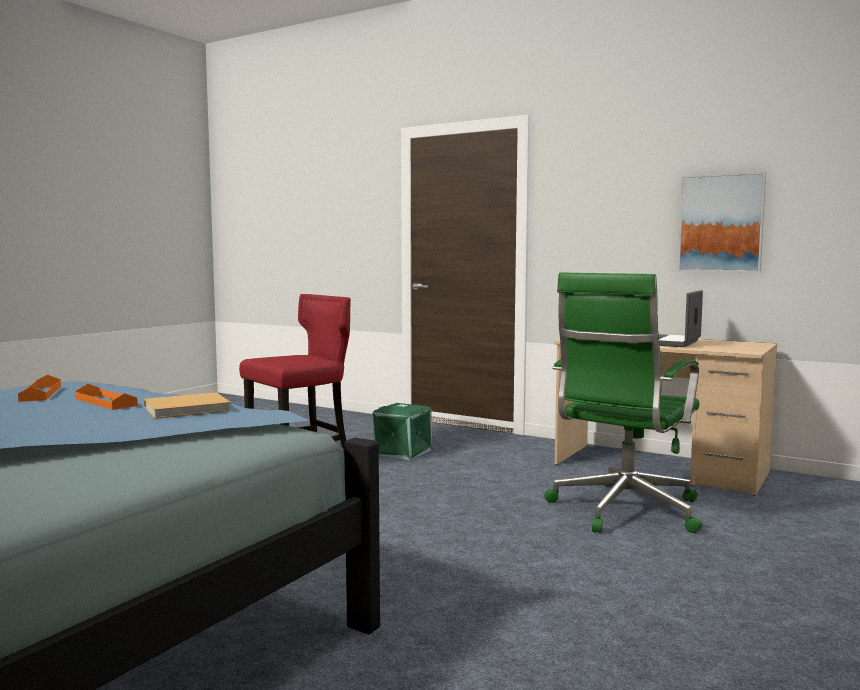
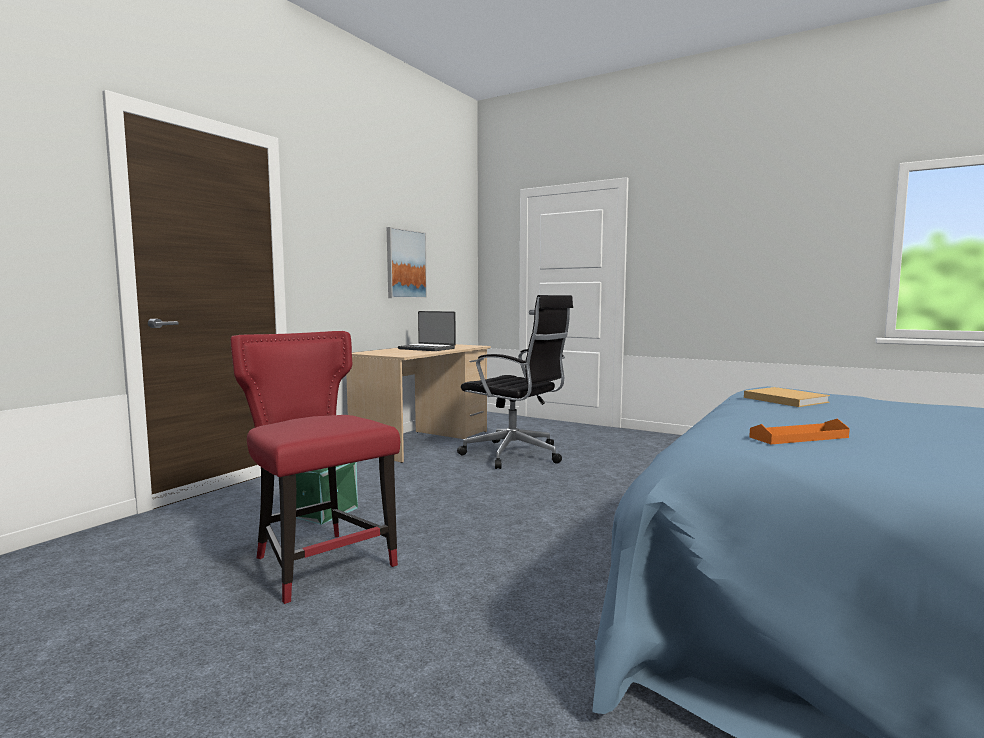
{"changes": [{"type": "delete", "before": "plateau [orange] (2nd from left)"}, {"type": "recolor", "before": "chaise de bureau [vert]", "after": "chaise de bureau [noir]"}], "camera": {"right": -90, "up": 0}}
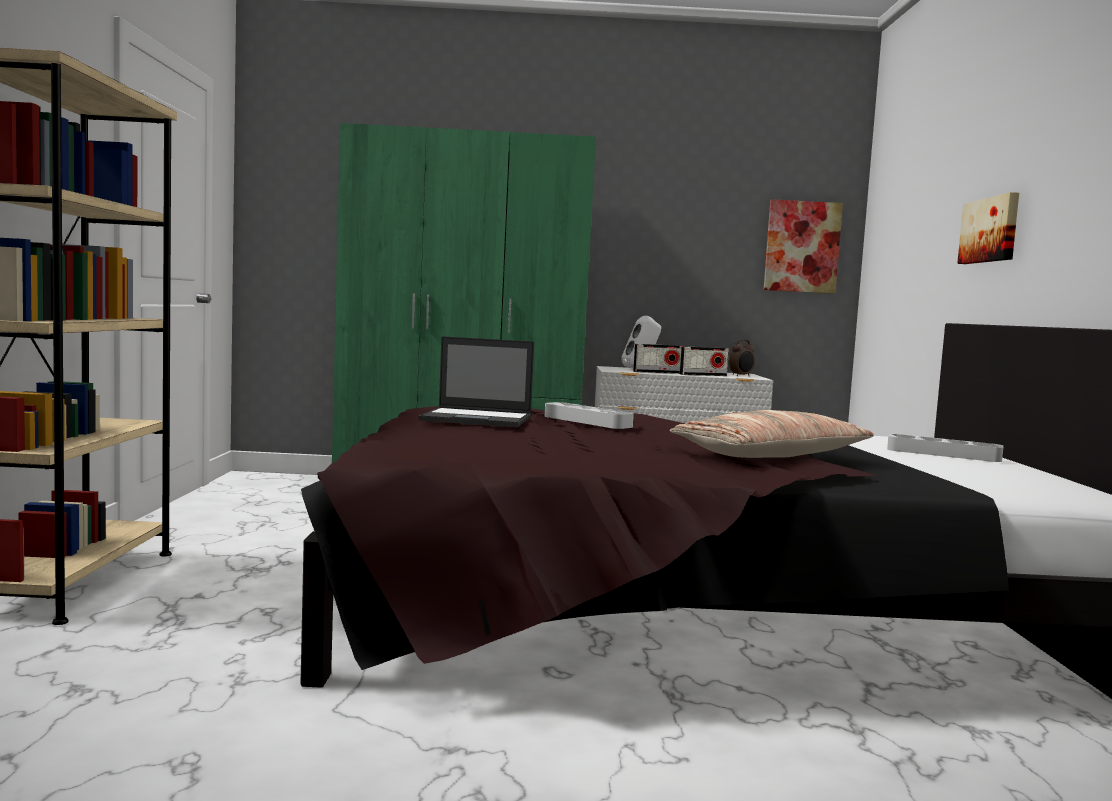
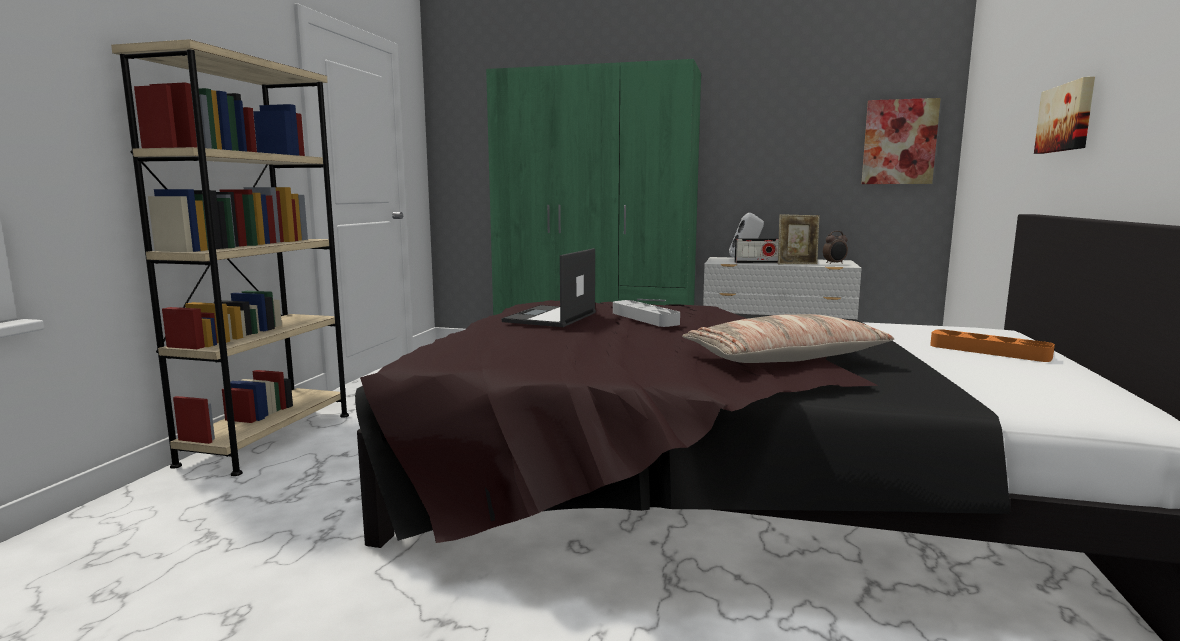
{"changes": [{"type": "rotate", "before": "ordinateur portable", "turn": 90}, {"type": "replace", "before": "radio (2nd from left)", "after": "cadre photo"}, {"type": "recolor", "before": "plateau [gris] (2nd from left)", "after": "plateau [orange]"}], "camera": {"right": 15, "up": 5}}
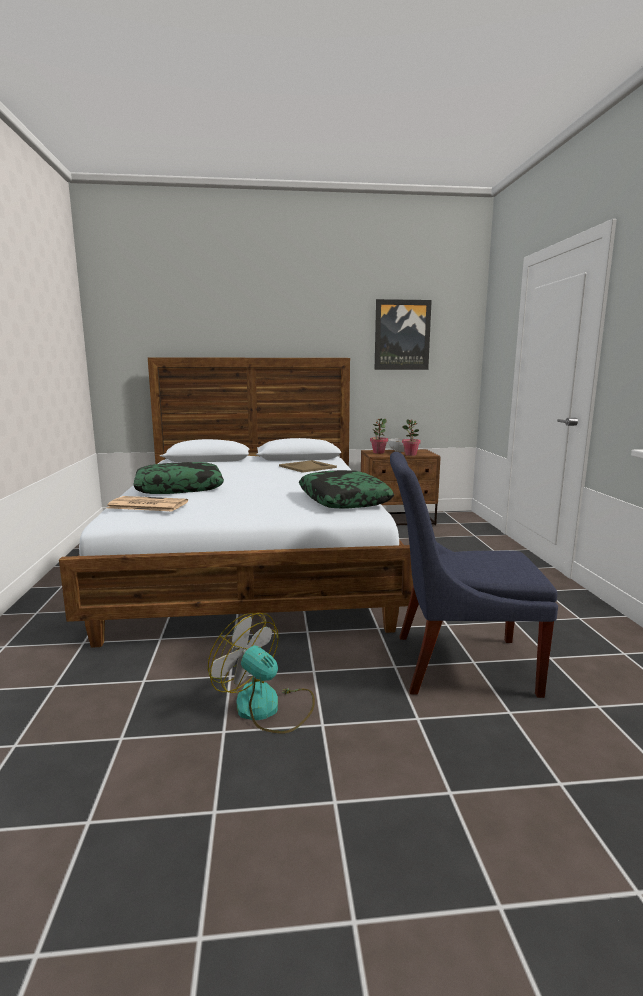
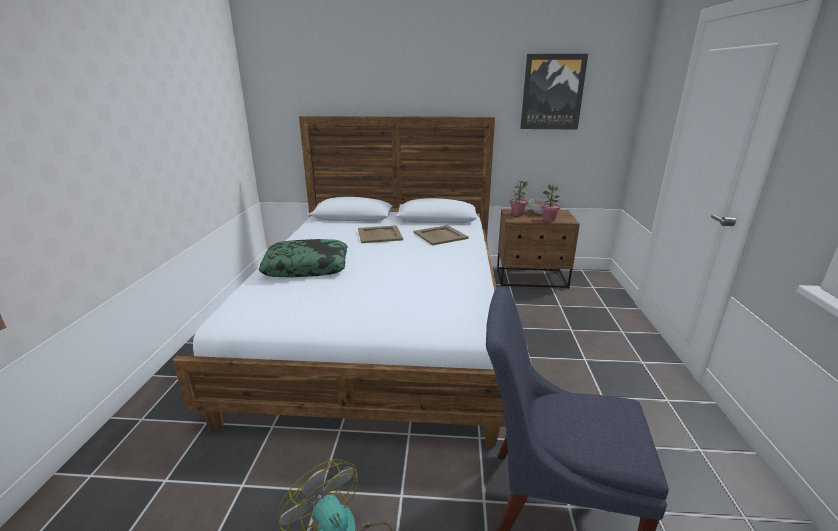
{"changes": [{"type": "delete", "before": "journal"}, {"type": "delete", "before": "coussin (2nd from left)"}, {"type": "insert", "after": "plateau [beige] (1st from left)"}], "camera": {"right": 10, "up": 10}}
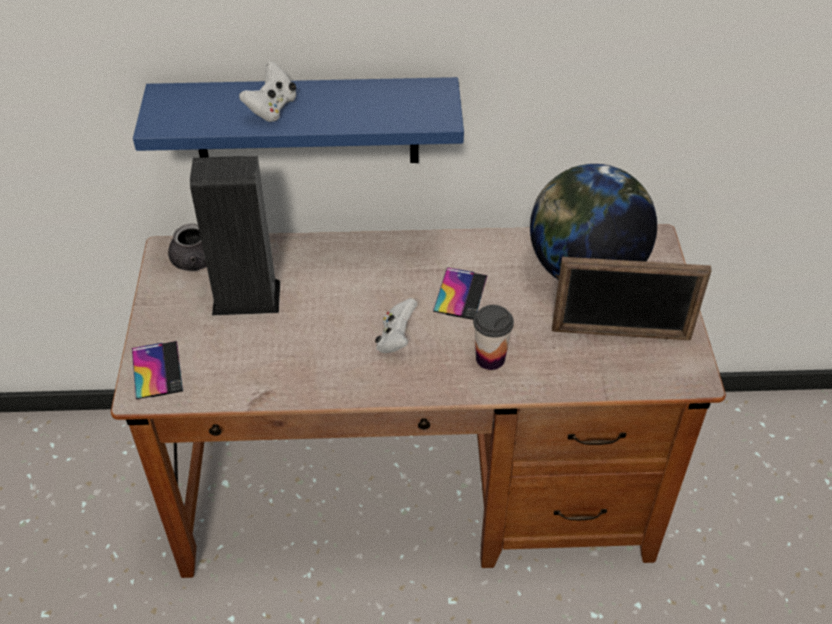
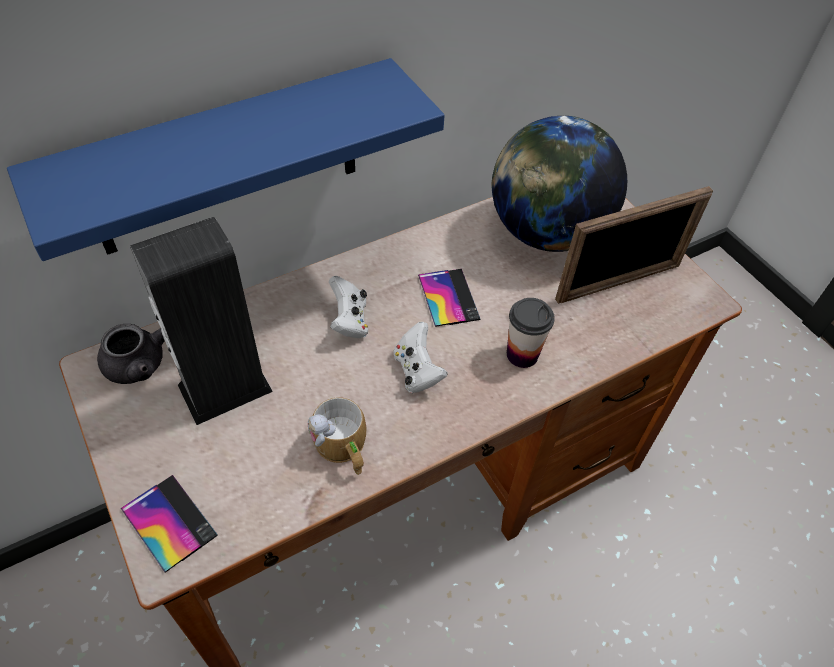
{"changes": [{"type": "move", "before": "manette [blanc] (1st from left)"}, {"type": "insert", "after": "mug"}], "camera": {"right": -30, "up": 5}}
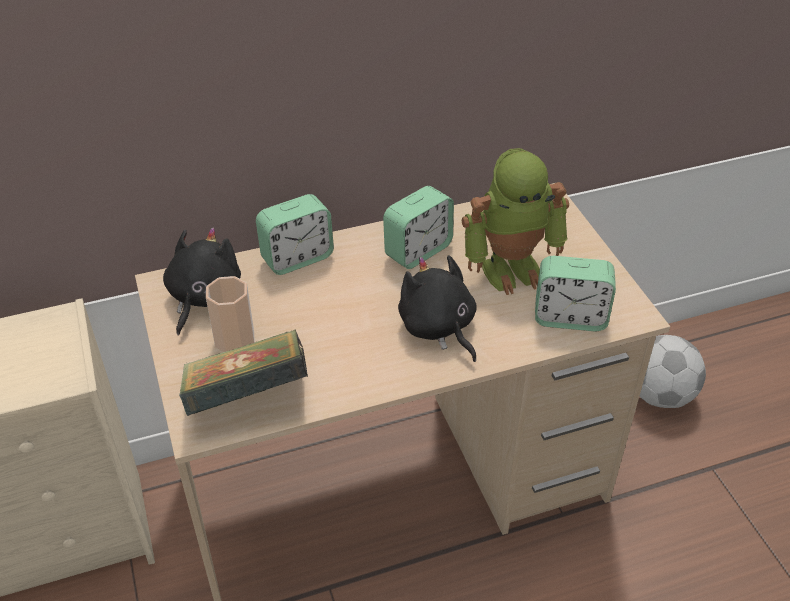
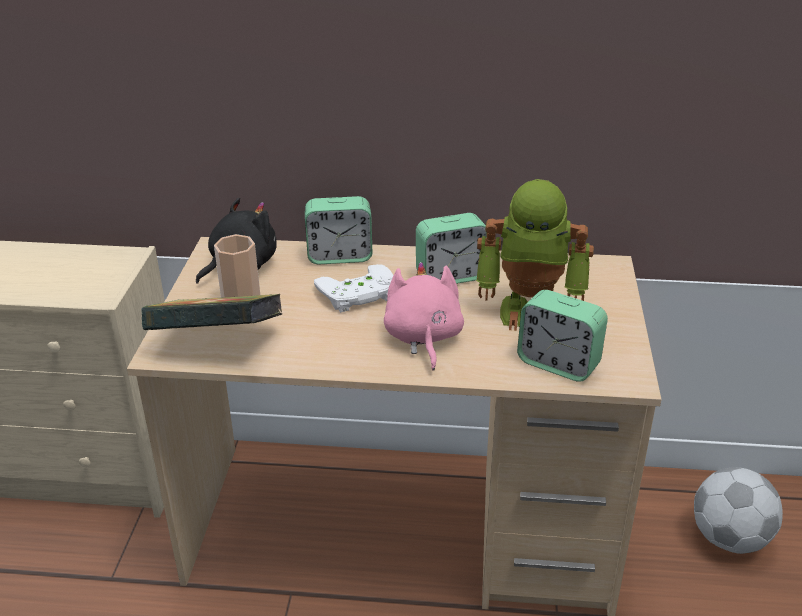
{"changes": [{"type": "recolor", "before": "peluche [noir] (2nd from left)", "after": "peluche [rose]"}, {"type": "insert", "after": "manette [blanc]"}], "camera": {"right": 25, "up": -10}}
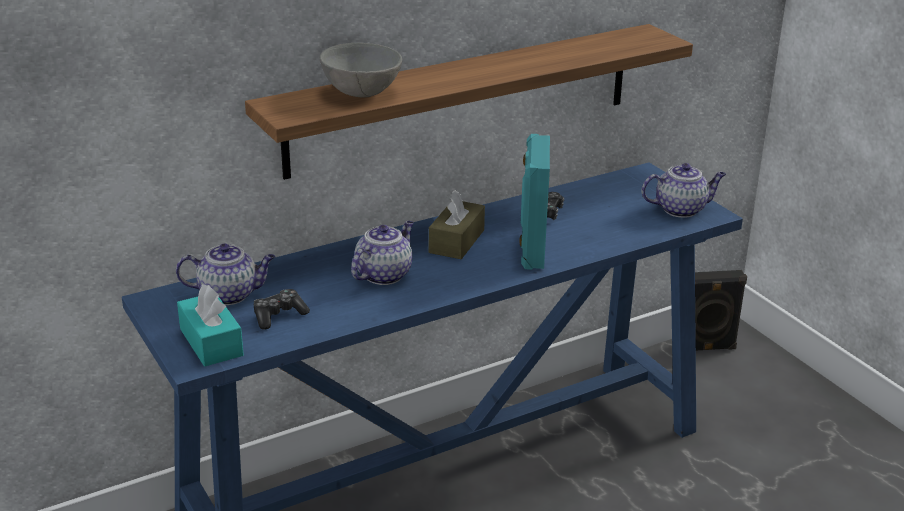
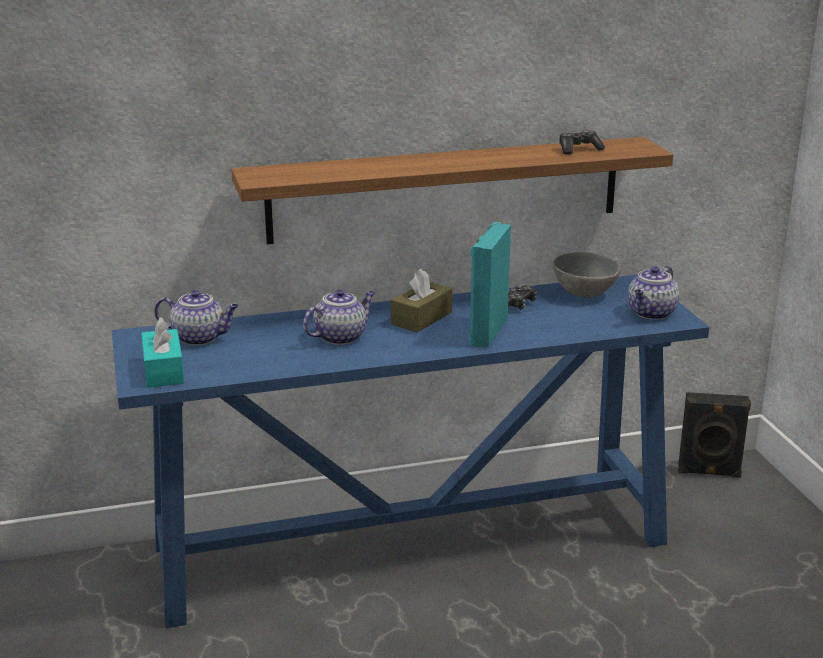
{"changes": [{"type": "move", "before": "manette (1st from left in the first image)", "after": "manette (2nd from left)"}, {"type": "move", "before": "bol [gris]"}, {"type": "rotate", "before": "théière (3rd from left)", "turn": 120}], "camera": {"right": 15, "up": -5}}
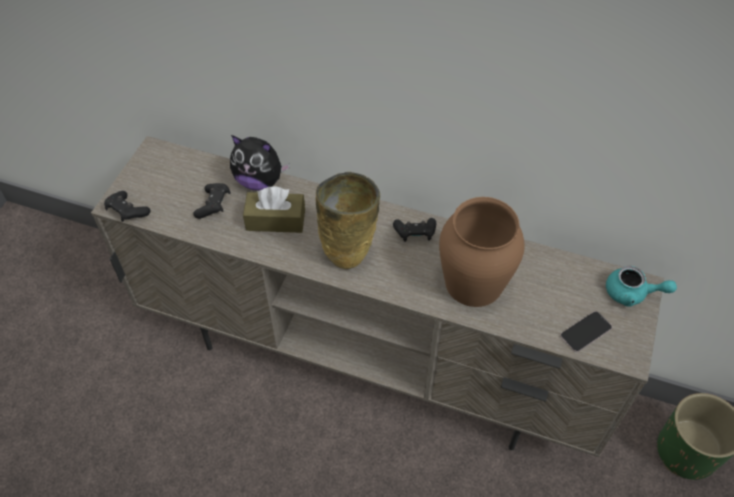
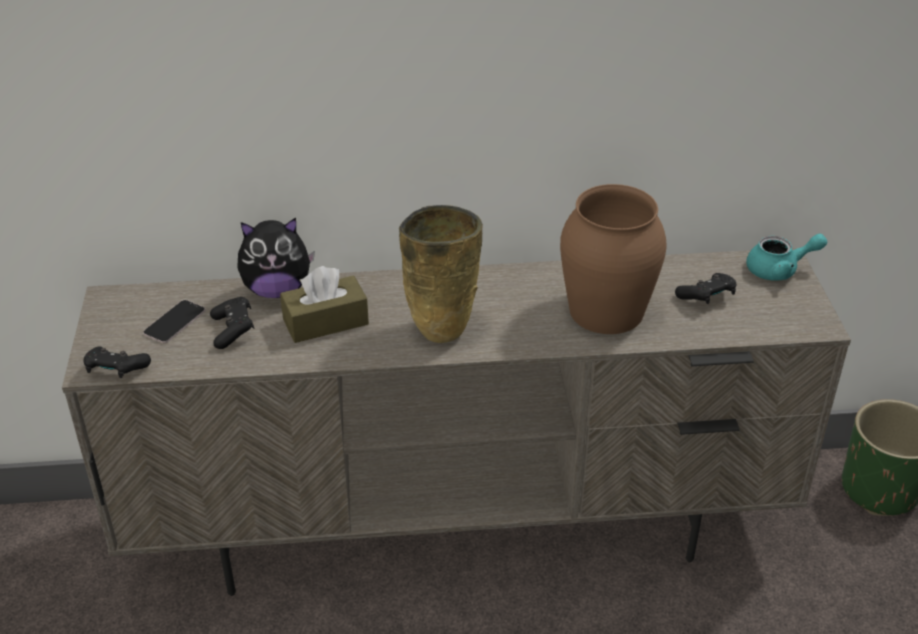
{"changes": [{"type": "move", "before": "manette [noir] (3rd from left)"}, {"type": "move", "before": "téléphone"}], "camera": {"right": -25, "up": -15}}
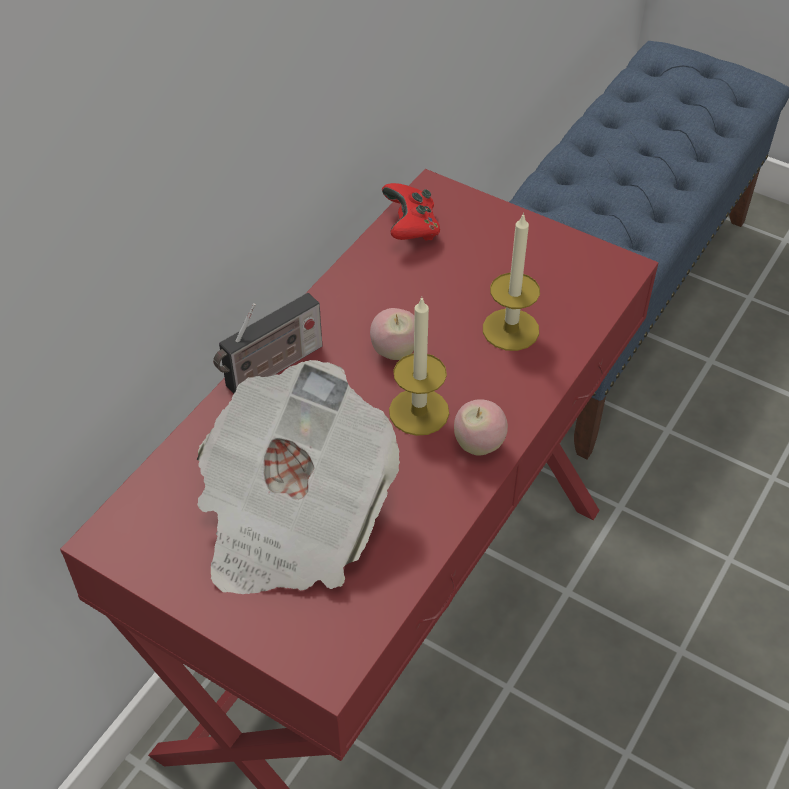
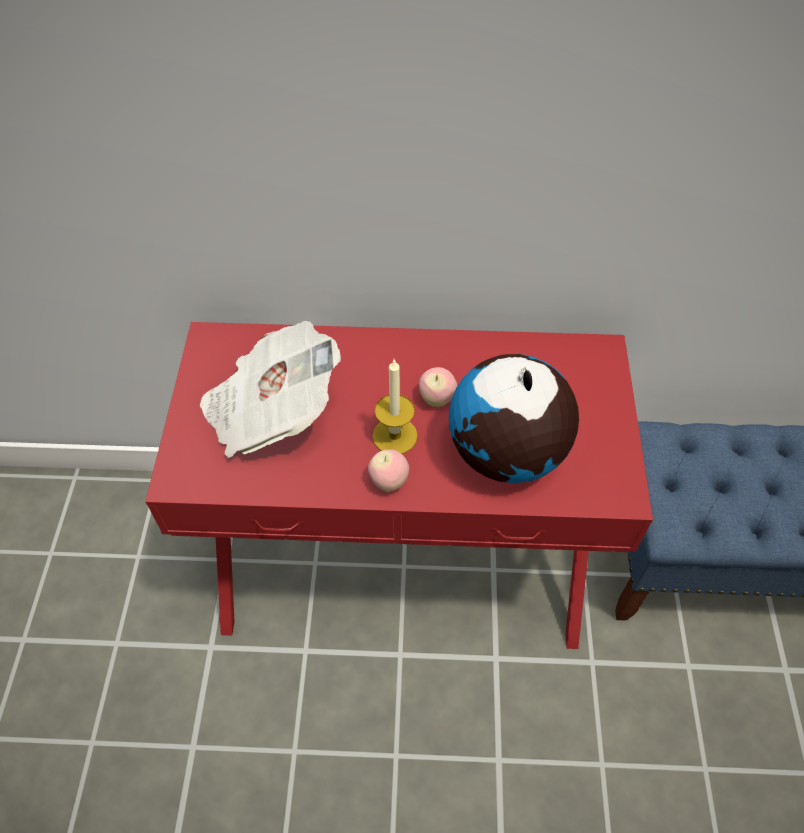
{"changes": [{"type": "delete", "before": "radio"}, {"type": "delete", "before": "manette [rouge]"}, {"type": "replace", "before": "bougie (2nd from left)", "after": "globe"}], "camera": {"right": 60, "up": 5}}
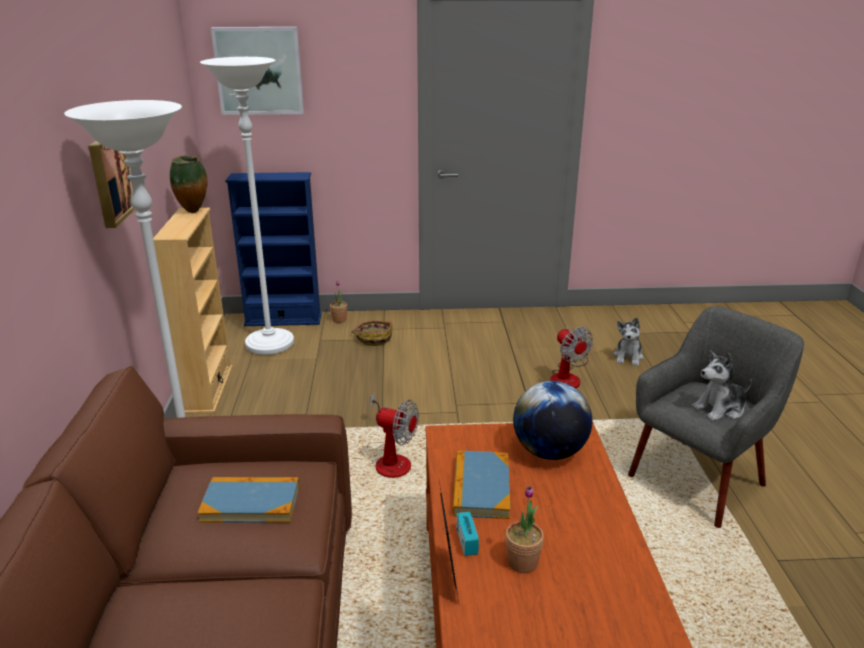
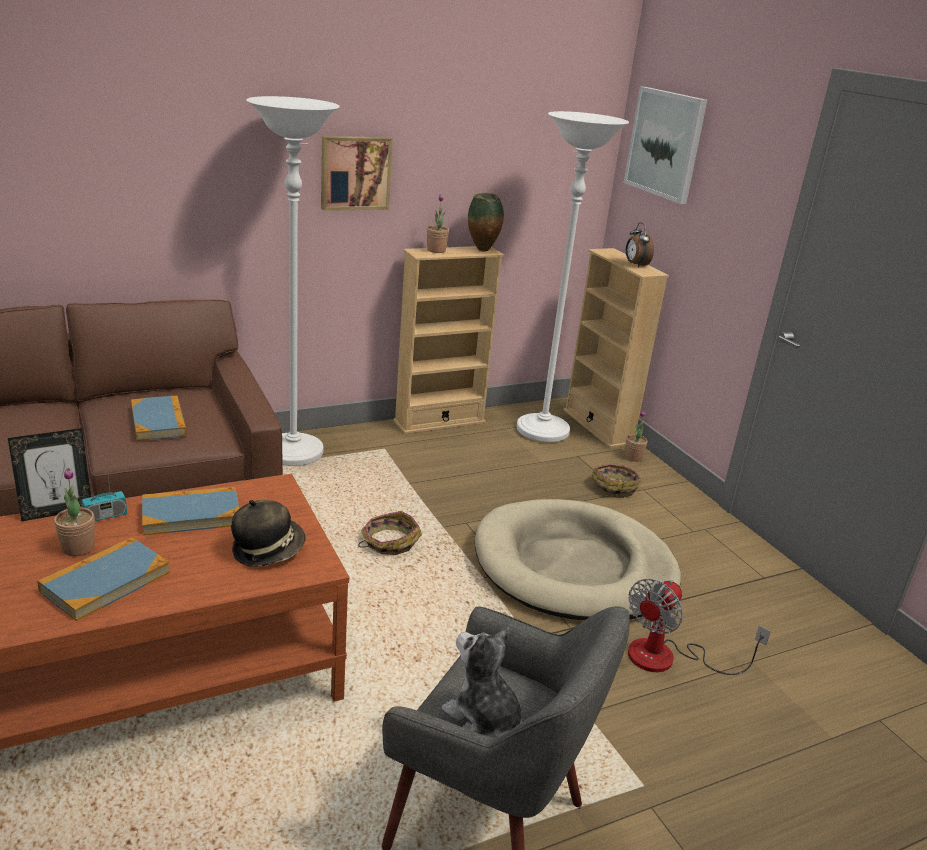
{"changes": [{"type": "recolor", "before": "bibliothèque [bleu]", "after": "bibliothèque [beige] (2nd from left)"}, {"type": "replace", "before": "ventilateur (1st from left)", "after": "panier (1st from left)"}, {"type": "replace", "before": "globe", "after": "chapeau"}, {"type": "delete", "before": "peluche (1st from left)"}, {"type": "insert", "after": "livre (1st from left)"}, {"type": "insert", "after": "plante en pot (2nd from left)"}, {"type": "insert", "after": "panier pour chien [beige]"}, {"type": "insert", "after": "réveil"}], "camera": {"right": 65, "up": 0}}
